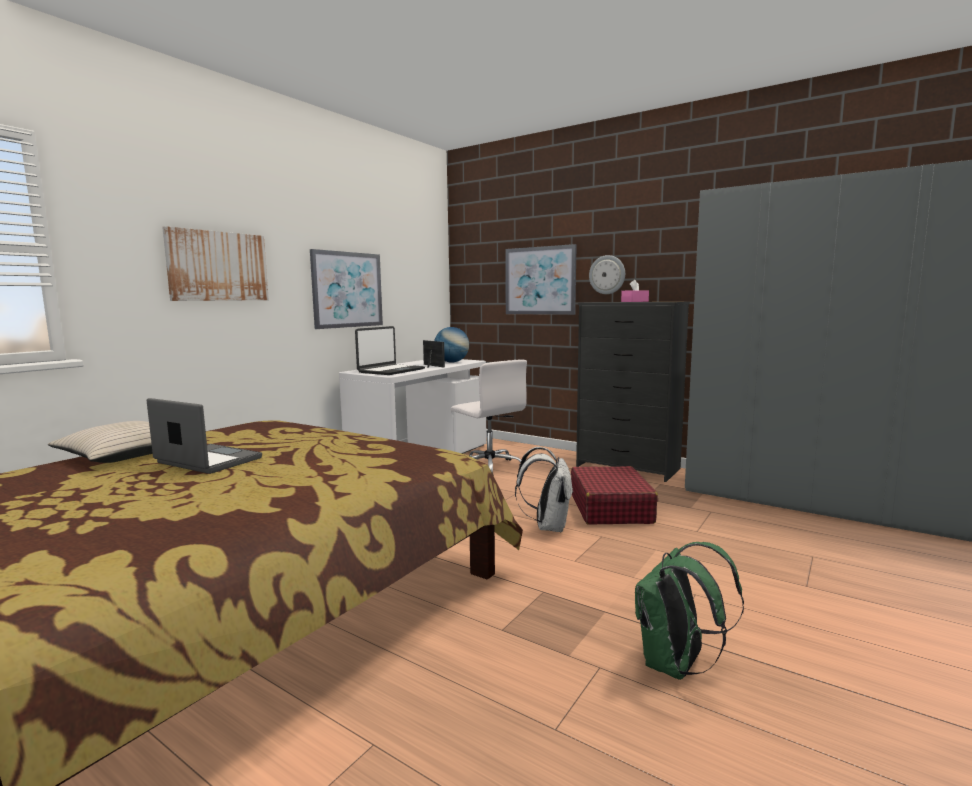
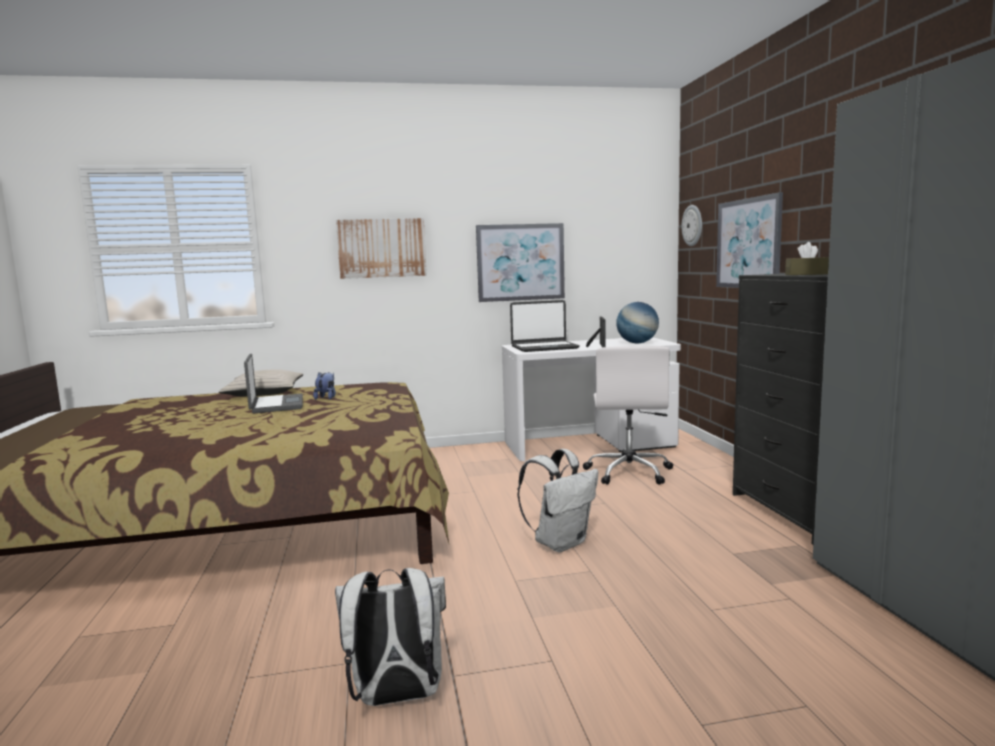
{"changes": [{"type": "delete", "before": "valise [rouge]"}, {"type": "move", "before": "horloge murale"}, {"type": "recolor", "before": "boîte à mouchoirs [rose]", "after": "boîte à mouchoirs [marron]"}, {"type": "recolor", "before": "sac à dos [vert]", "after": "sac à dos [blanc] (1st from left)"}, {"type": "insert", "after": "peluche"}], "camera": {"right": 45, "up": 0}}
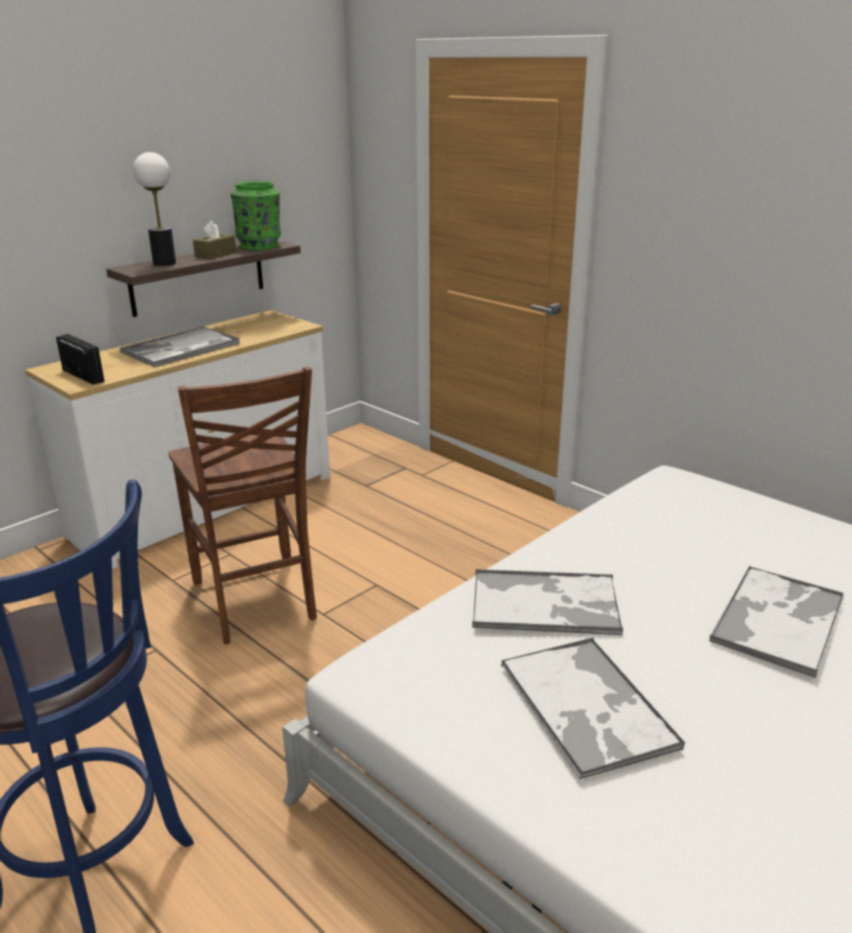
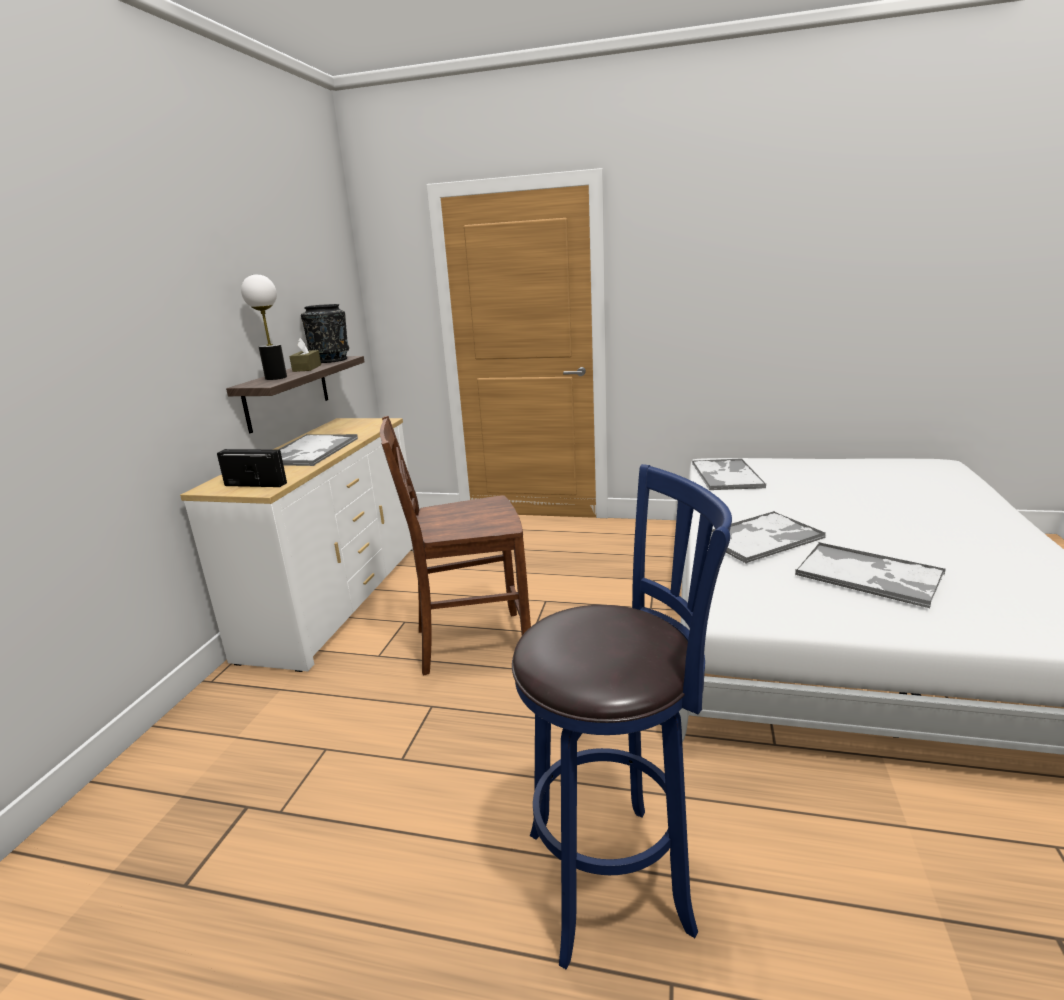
{"changes": [{"type": "rotate", "before": "chaise [marron]", "turn": 135}, {"type": "recolor", "before": "vase [vert]", "after": "vase [noir]"}, {"type": "move", "before": "plateau (4th from left in the first image)", "after": "plateau (2nd from left)"}], "camera": {"right": -30, "up": -5}}
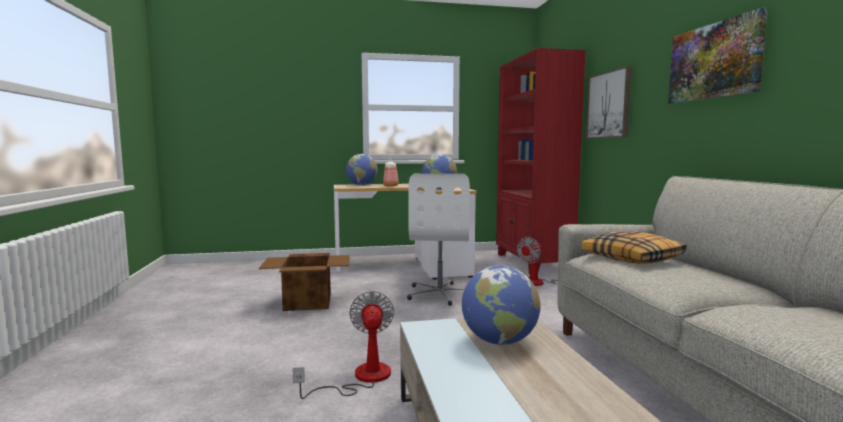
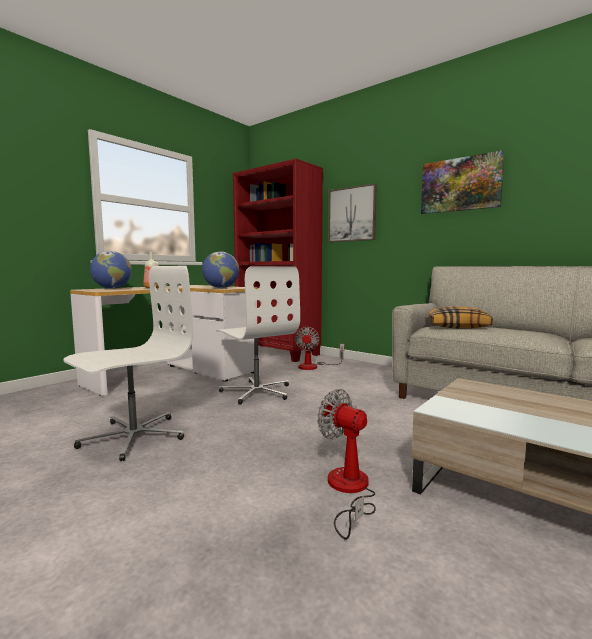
{"changes": [{"type": "replace", "before": "carton", "after": "chaise de bureau [blanc] (1st from left)"}, {"type": "delete", "before": "globe (3rd from left)"}], "camera": {"right": -40, "up": 0}}
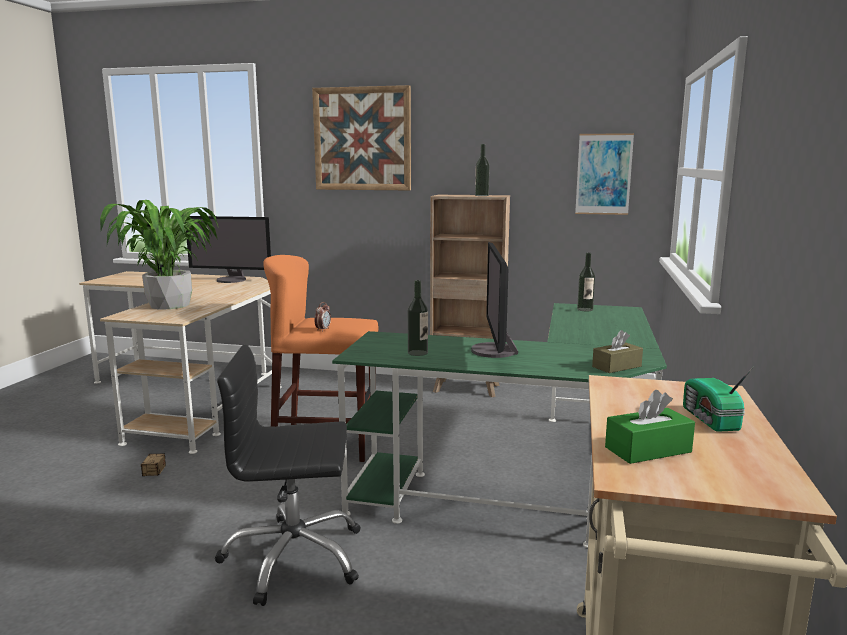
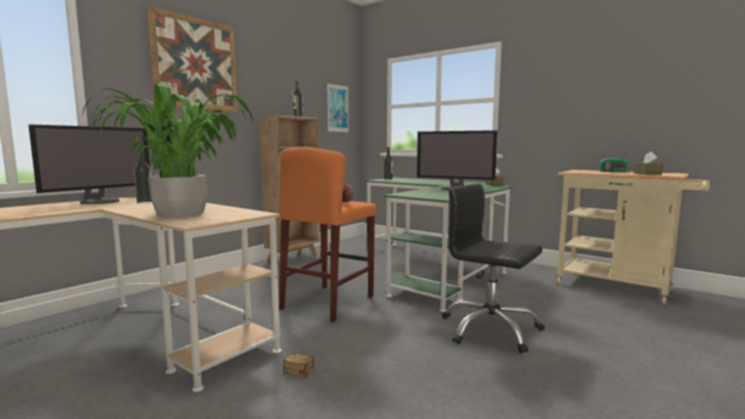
{"changes": [{"type": "rotate", "before": "chaise de bureau [noir]", "turn": 105}, {"type": "move", "before": "bouteille (1st from left)"}, {"type": "recolor", "before": "boîte à mouchoirs [vert]", "after": "boîte à mouchoirs [marron] (2nd from left)"}], "camera": {"right": -65, "up": -5}}
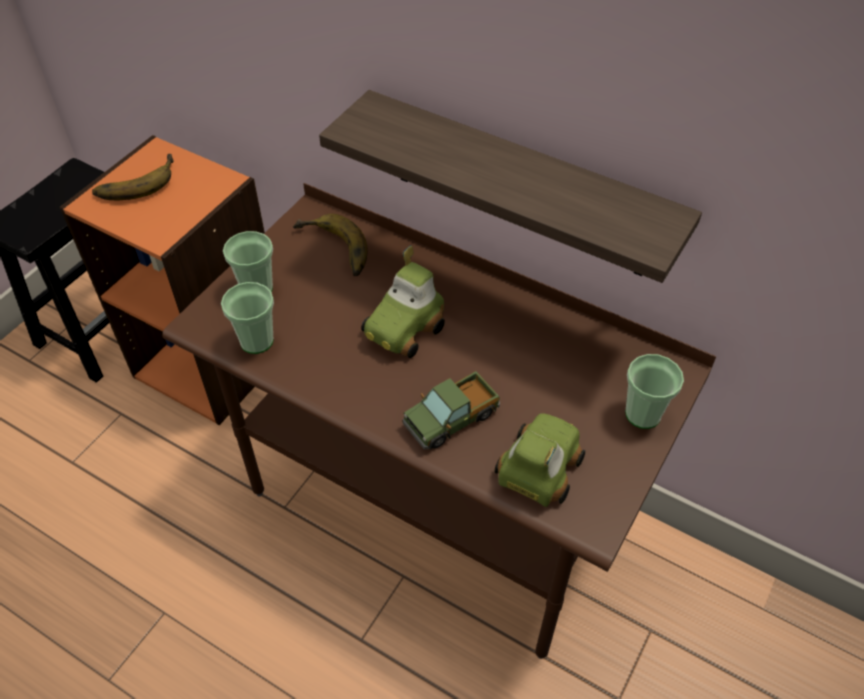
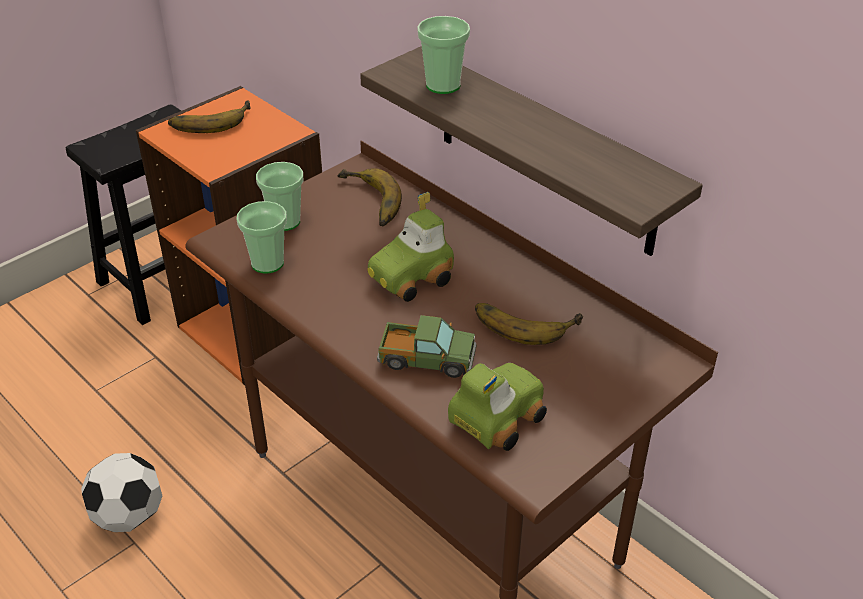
{"changes": [{"type": "rotate", "before": "camion jouet", "turn": -150}, {"type": "move", "before": "tasse (3rd from left)"}, {"type": "insert", "after": "ballon de foot"}, {"type": "insert", "after": "banane (3rd from left)"}], "camera": {"right": 15, "up": -10}}
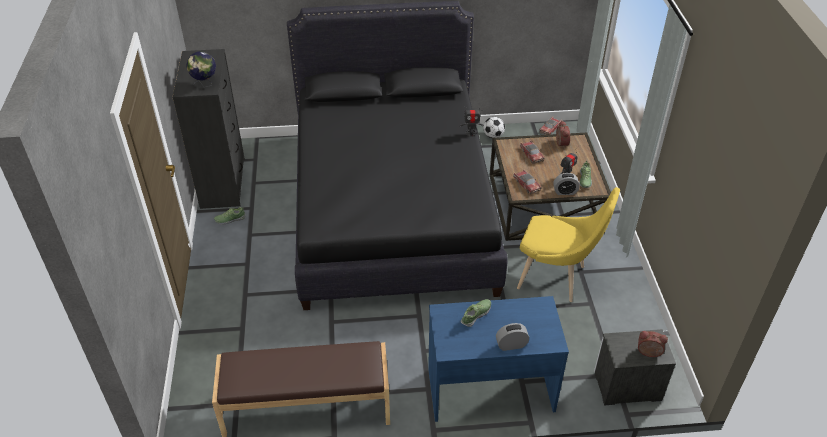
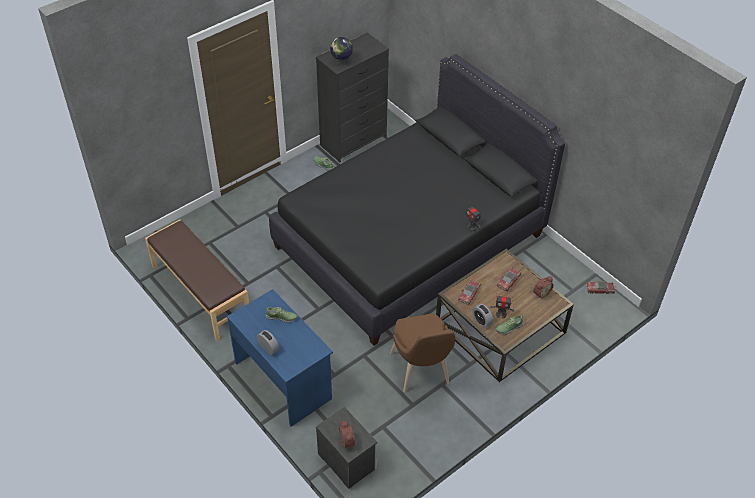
{"changes": [{"type": "delete", "before": "ballon de foot"}, {"type": "recolor", "before": "chaise [jaune]", "after": "chaise [marron]"}], "camera": {"right": 55, "up": 5}}
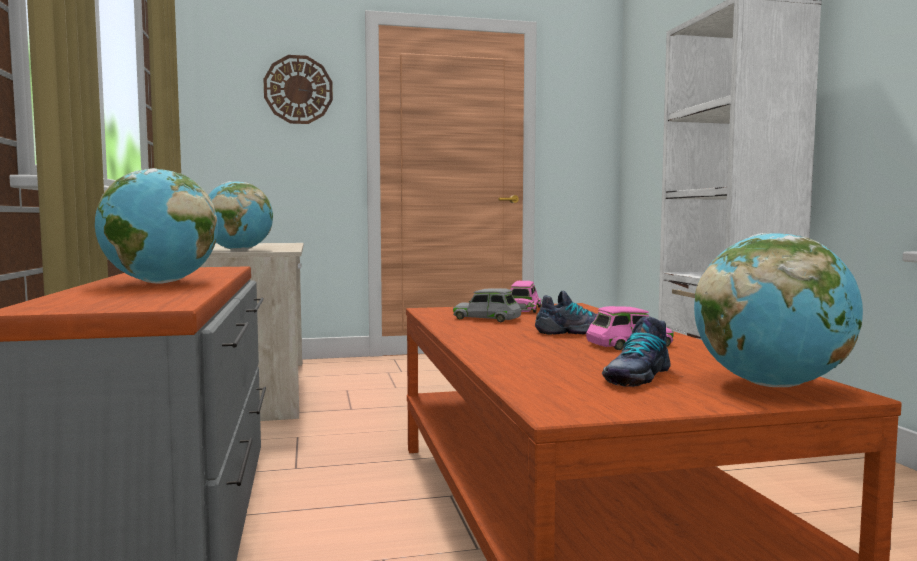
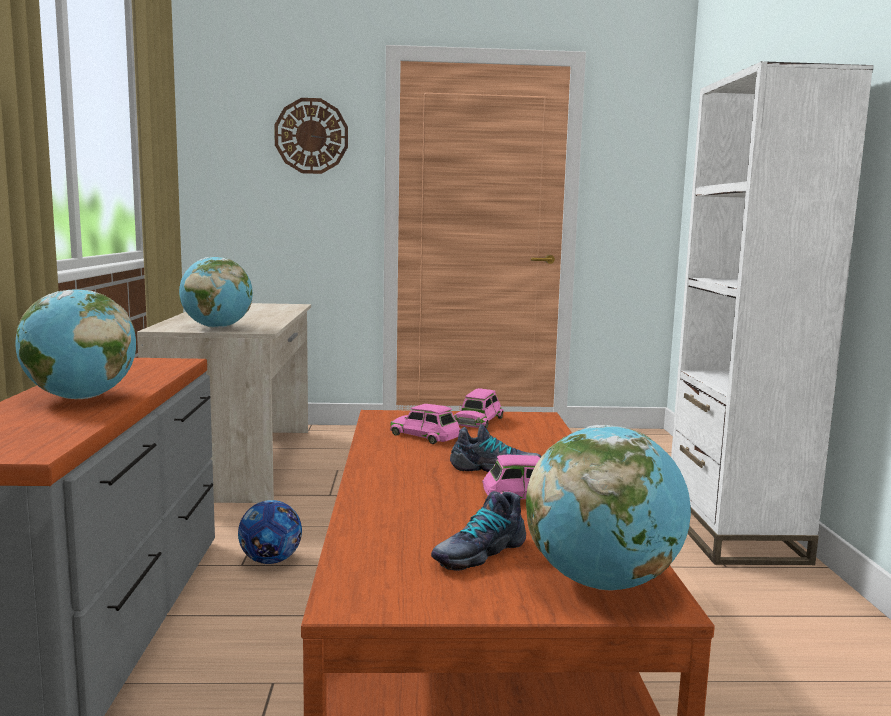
{"changes": [{"type": "recolor", "before": "petite voiture [gris]", "after": "petite voiture [rose] (1st from left)"}, {"type": "insert", "after": "ballon de foot"}], "camera": {"right": 10, "up": 5}}
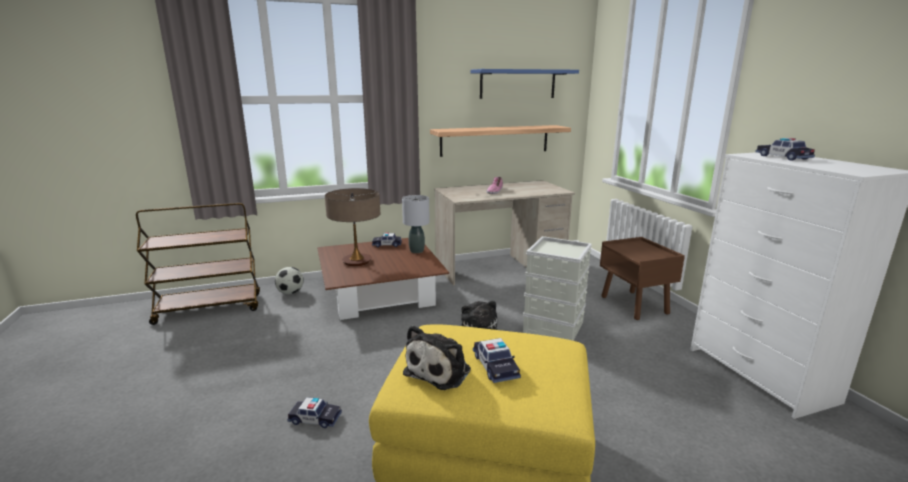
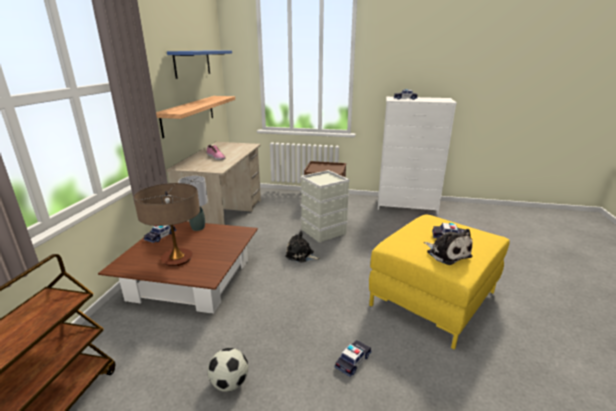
{"changes": [{"type": "move", "before": "ballon de foot"}], "camera": {"right": -60, "up": 5}}
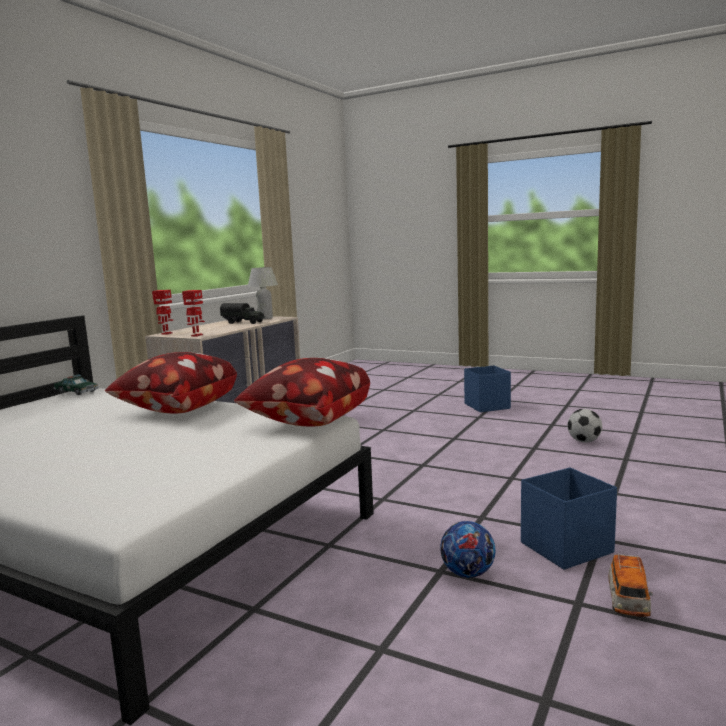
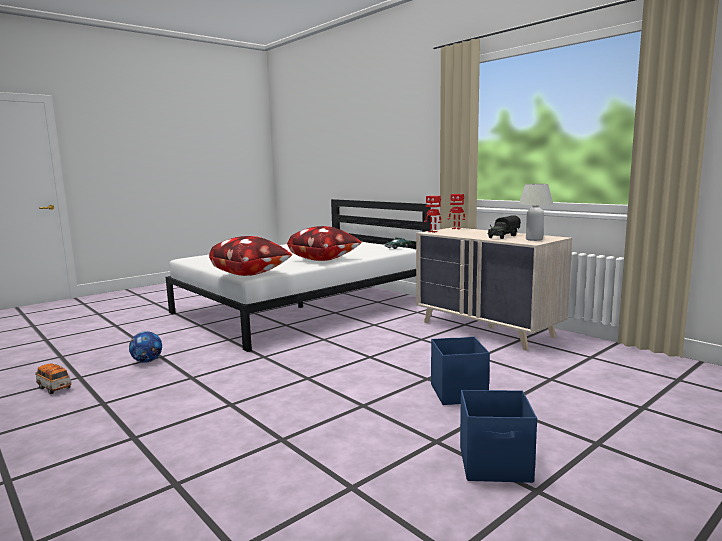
{"changes": [{"type": "move", "before": "boîte de rangement [bleu] (2nd from left in the first image)", "after": "boîte de rangement [bleu] (1st from left)"}, {"type": "delete", "before": "ballon de foot (2nd from left)"}], "camera": {"right": 110, "up": 0}}
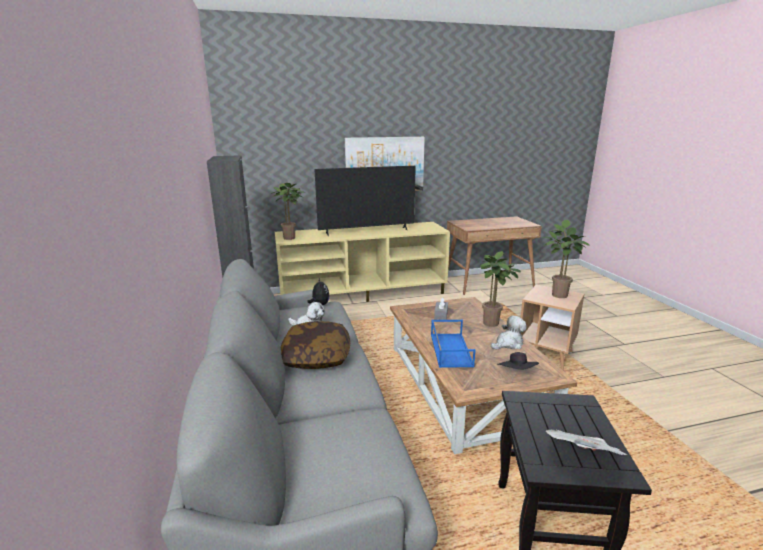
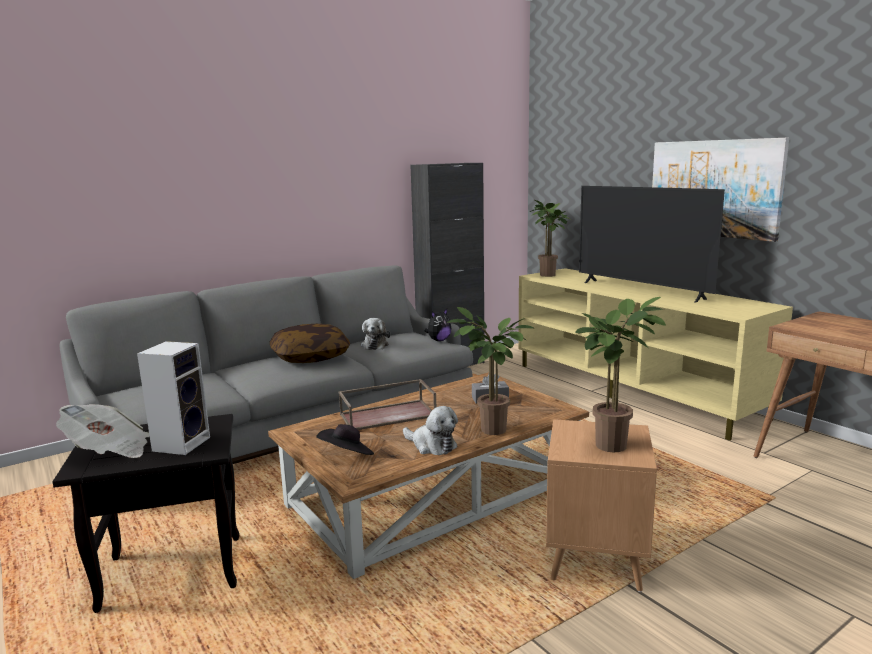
{"changes": [{"type": "recolor", "before": "plateau [bleu]", "after": "plateau [marron]"}, {"type": "insert", "after": "enceinte"}], "camera": {"right": 70, "up": -5}}
